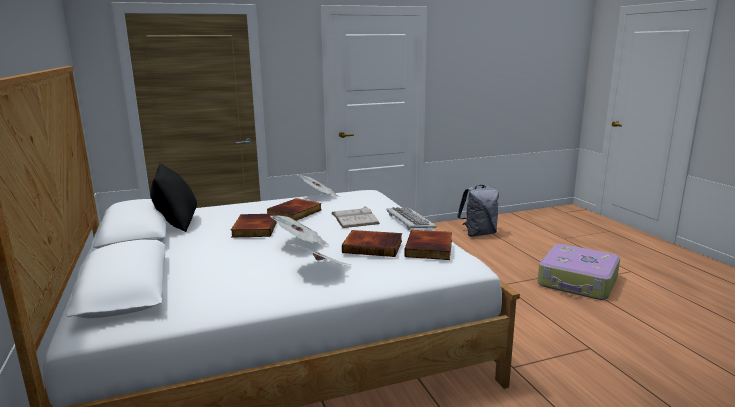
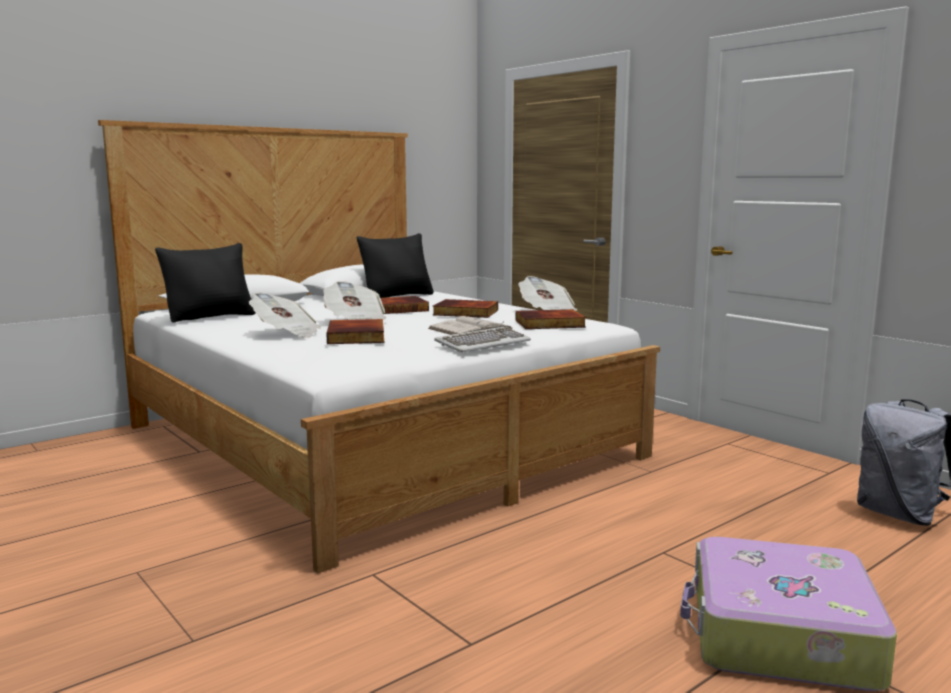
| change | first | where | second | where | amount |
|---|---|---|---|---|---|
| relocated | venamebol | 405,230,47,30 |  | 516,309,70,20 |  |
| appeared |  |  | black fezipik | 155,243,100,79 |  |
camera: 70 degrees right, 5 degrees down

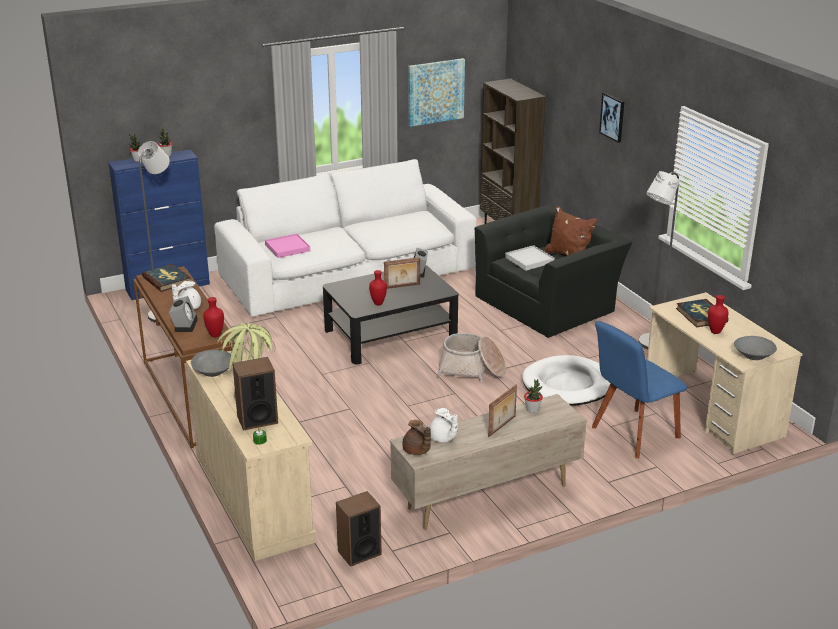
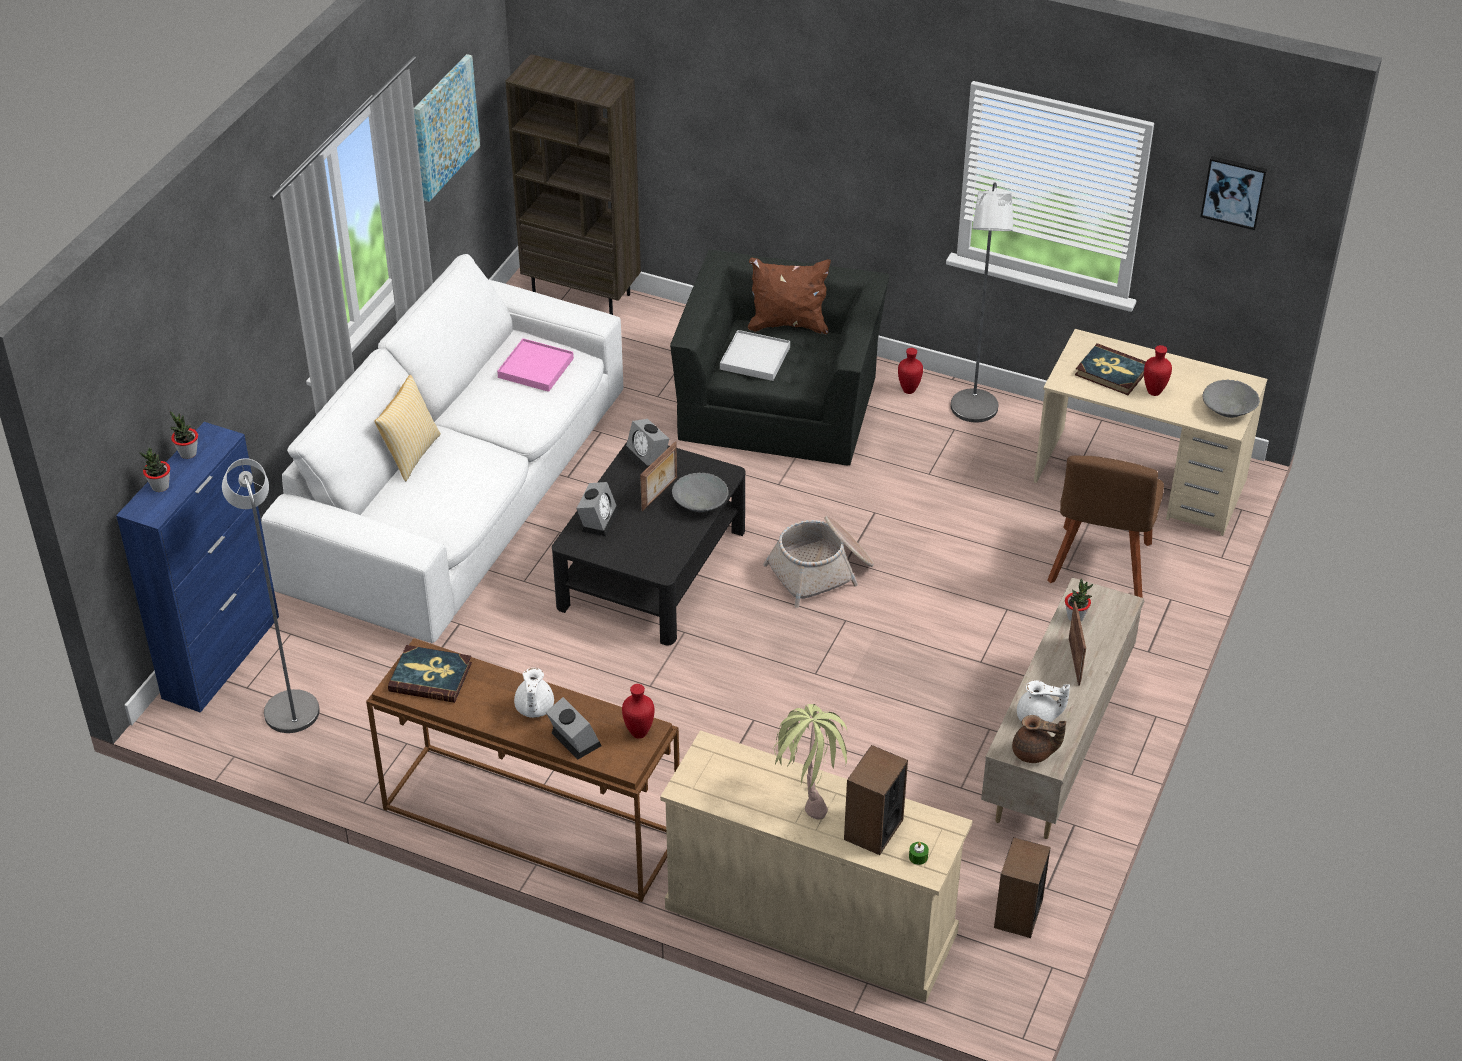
| change | first | where | second | where | amount |
|---|---|---|---|---|---|
| relocated | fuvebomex | 599,93,25,50 |  | 1201,156,66,74 |  |
| relocated | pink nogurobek | 265,234,45,24 |  | 497,338,77,54 |  |
| relocated | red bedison | 369,270,18,35 |  | 898,348,25,46 |  |
| colour | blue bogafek | 592,321,96,137 | brown bogafek | 1047,455,117,143 |  |
| relocated | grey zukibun | 191,350,43,27 |  | 672,473,57,39 |  |
| missing | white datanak | 522,355,88,50 |  |  |  |
| appeared |  |  | fezipik | 374,375,67,107 |  |
| appeared |  |  | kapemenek | 576,482,43,55 |  |
camera: 40 degrees left, 15 degrees up

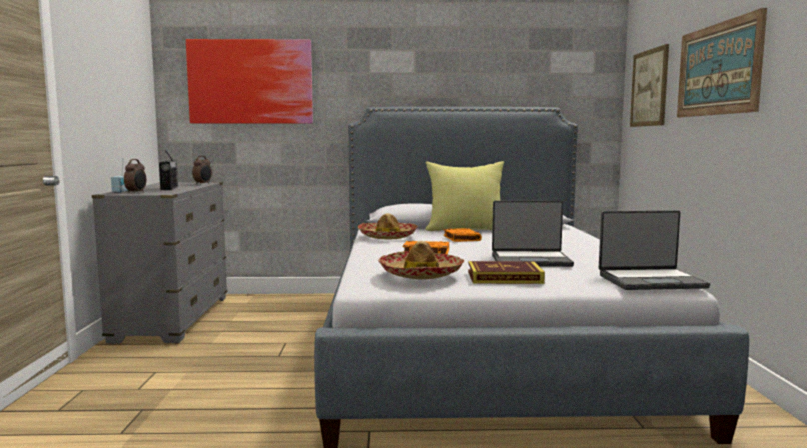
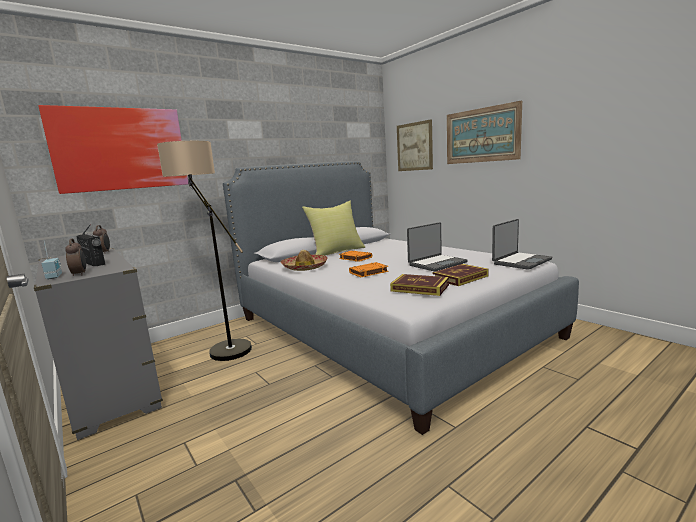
| change | first | where | second | where | amount |
|---|---|---|---|---|---|
| exchanged | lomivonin | 378,241,86,39 | venamebol | 390,274,59,22 |  |
| appeared |  |  | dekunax | 157,141,95,220 |  |
camera: 35 degrees left, 5 degrees up

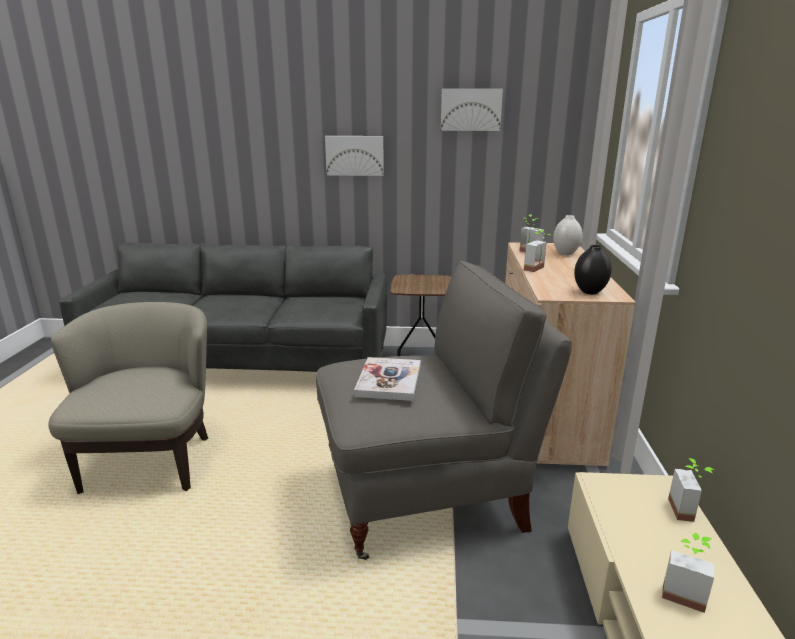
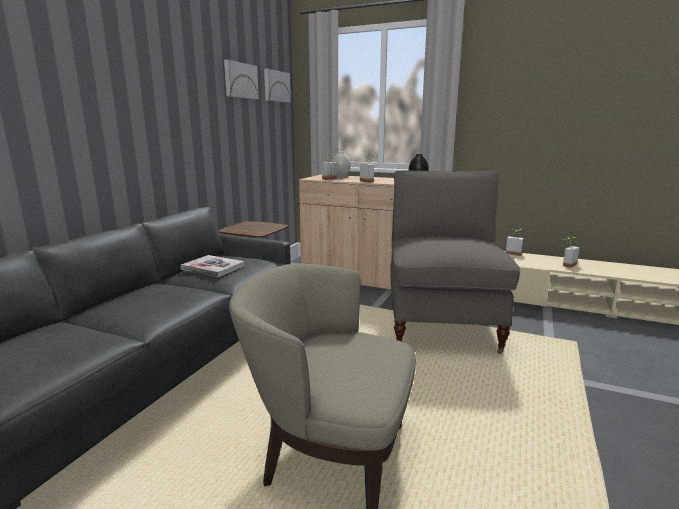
| change | first | where | second | where | amount |
|---|---|---|---|---|---|
| relocated | fuvebomex | 325,136,59,40 |  | 264,69,27,34 |  |
| relocated | venamebol | 354,357,67,44 |  | 180,255,65,22 |  |
camera: 70 degrees left, 5 degrees down

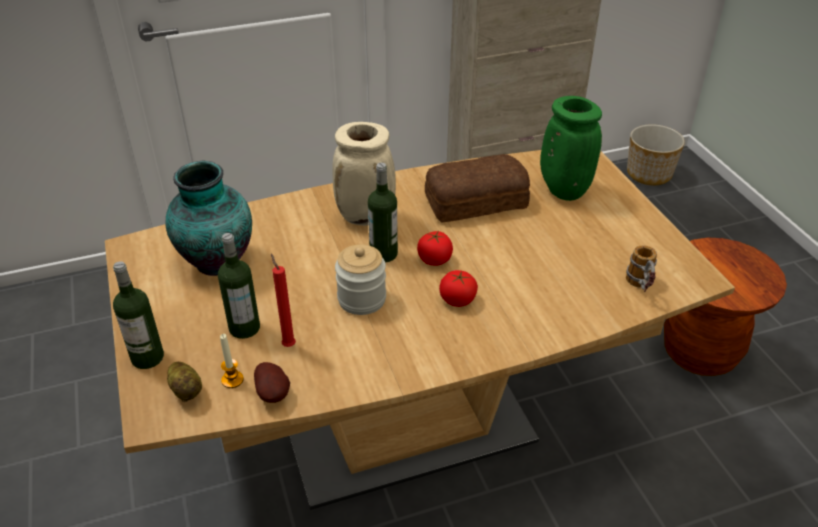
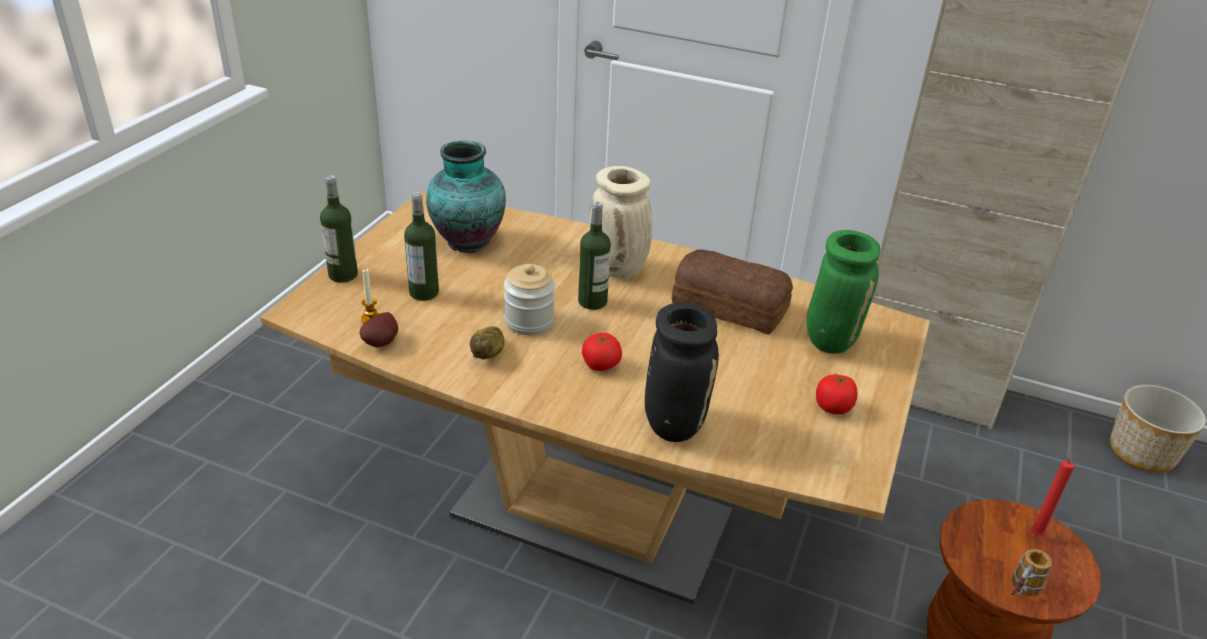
| change | first | where | second | where | amount |
|---|---|---|---|---|---|
| relocated | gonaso | 417,231,36,35 |  | 816,374,42,40 |  |
| relocated | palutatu | 626,245,31,47 |  | 1011,549,41,47 |  |
| relocated | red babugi | 271,254,25,93 |  | 1031,447,43,90 |  |
| relocated | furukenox | 167,362,35,40 |  | 470,326,35,33 |  |
| appeared |  |  | black bedison | 645,303,74,139 |  |
camera: 40 degrees right, 5 degrees down

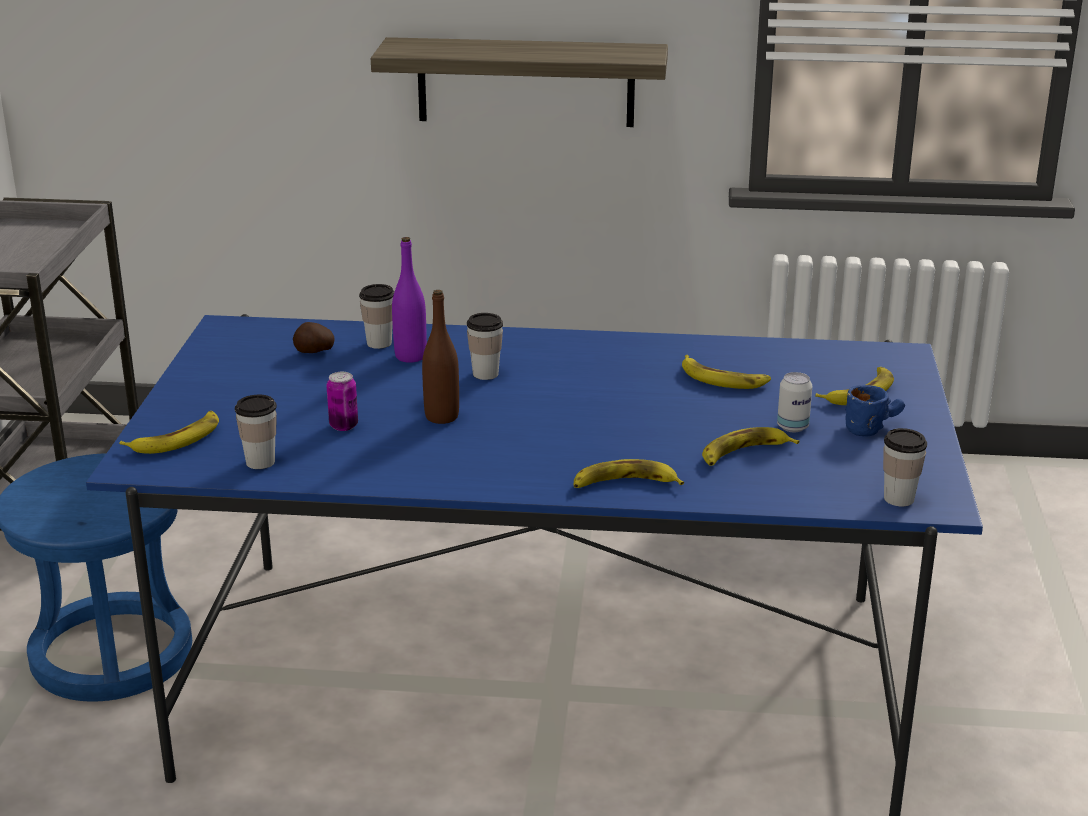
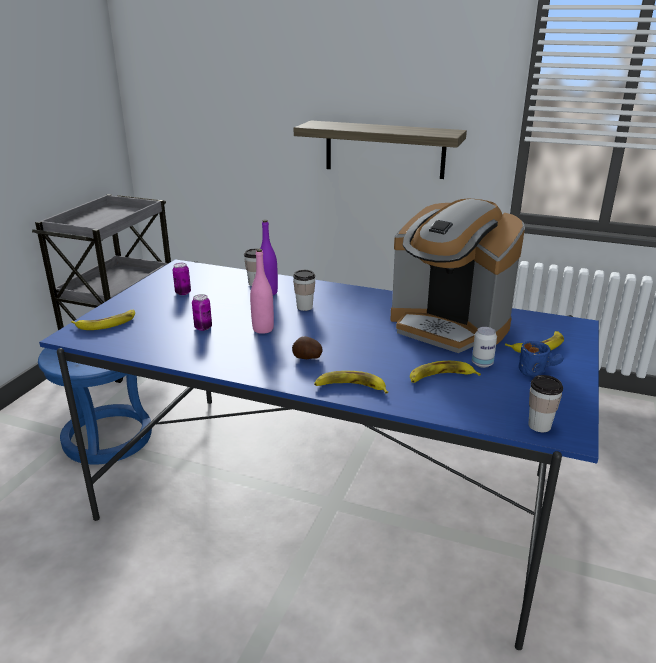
| change | first | where | second | where | amount |
|---|---|---|---|---|---|
| colour | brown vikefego | 422,290,37,134 | pink vikefego | 250,249,24,85 |  |
| relocated | furukenox | 293,322,41,31 |  | 292,336,30,23 |  |
| exchanged | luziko | 682,355,89,34 | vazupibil | 390,199,135,154 |  |
| missing | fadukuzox | 235,395,42,74 |  |  |  |
| appeared |  |  | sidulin | 172,263,19,32 |  |
camera: 15 degrees right, 0 degrees up

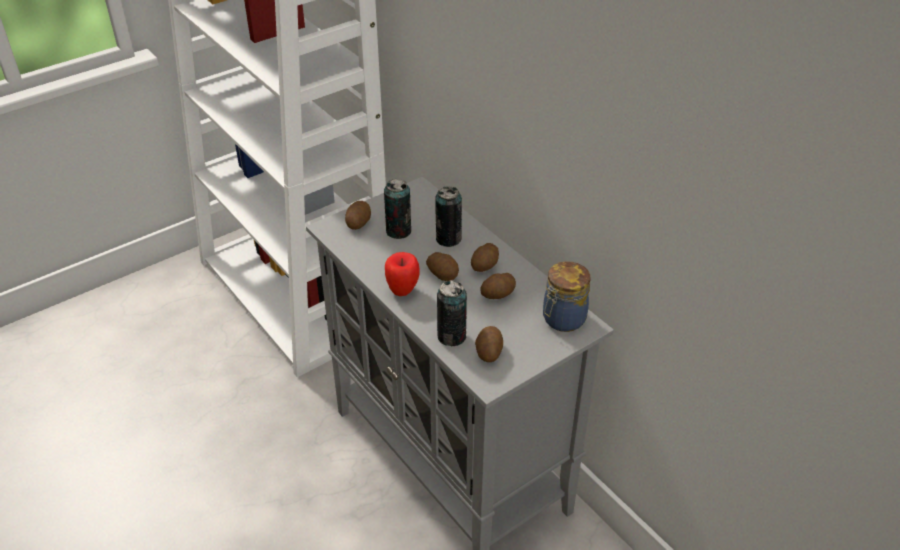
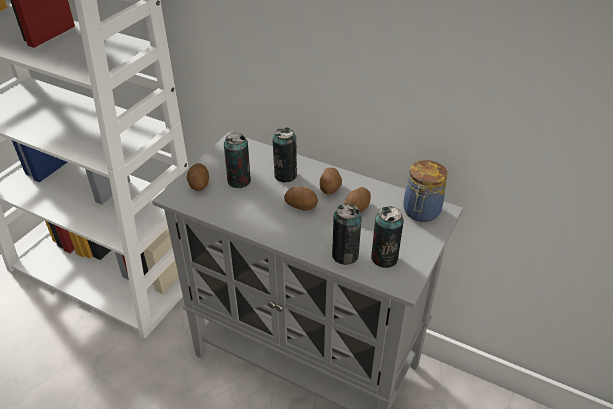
| change | first | where | second | where | amount |
|---|---|---|---|---|---|
| missing | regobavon | 385,252,35,44 |  |  |  |
| exchanged | furukenox | 475,326,28,36 | sidulin | 371,206,33,62 |  |
camera: 25 degrees left, 0 degrees up

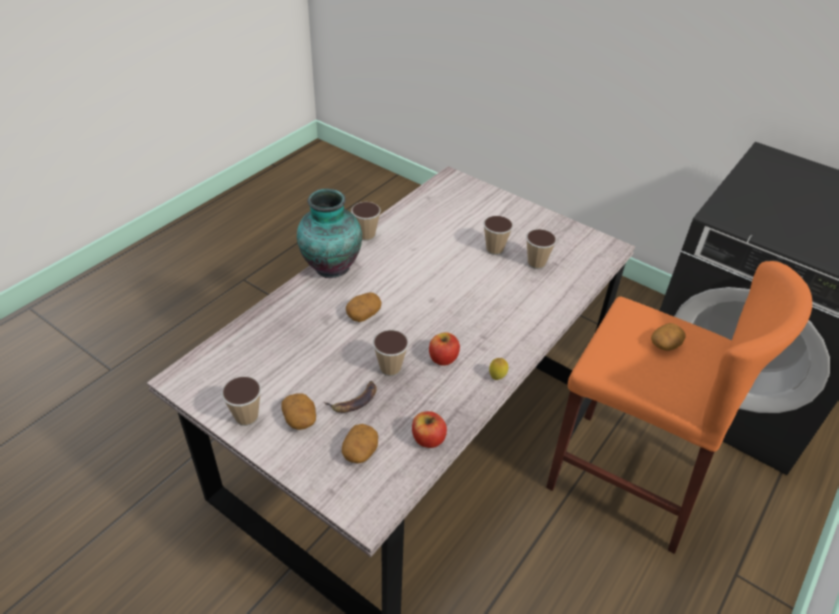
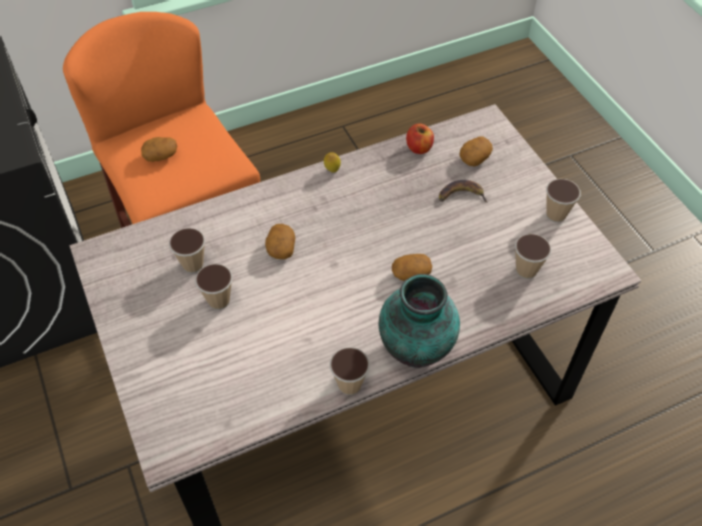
| change | first | where | second | where | amount |
|---|---|---|---|---|---|
| relocated | fadukuzox | 373,330,36,46 |  | 515,234,37,45 |  |
| missing | regobavon | 429,332,31,34 |  |  |  |
| relocated | furukenox | 281,393,35,37 |  | 265,224,30,35 |  |
camera: 150 degrees left, 10 degrees up

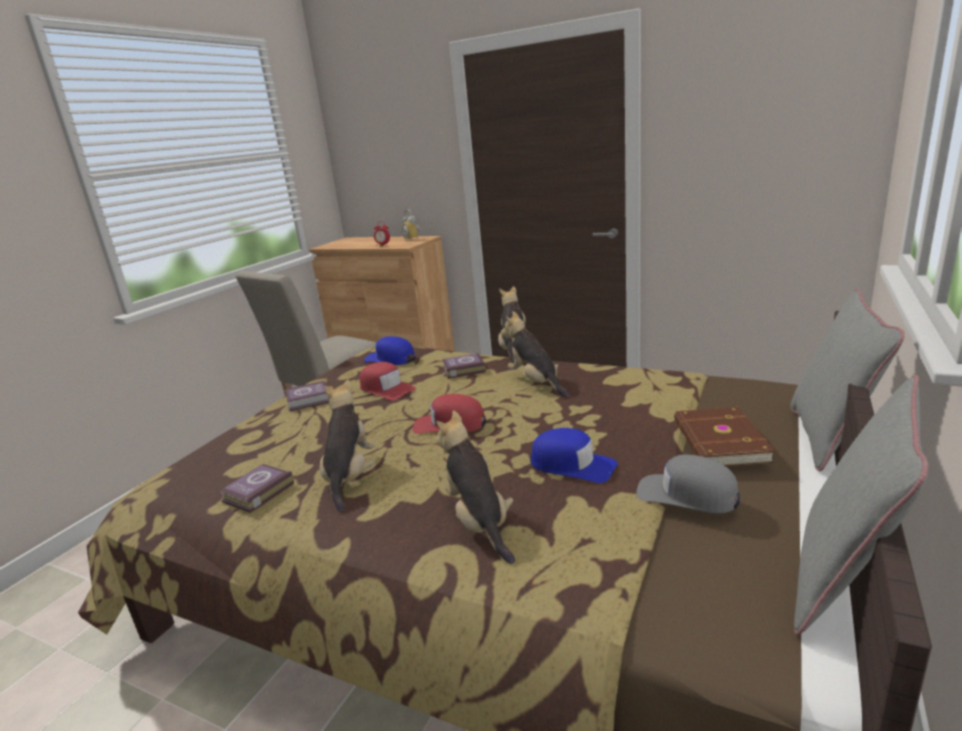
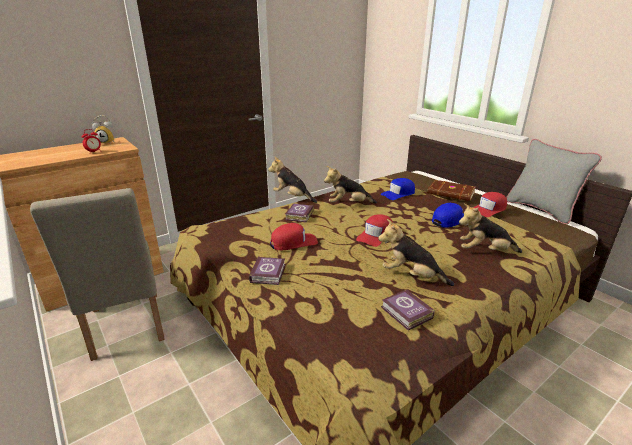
| change | first | where | second | where | amount |
|---|---|---|---|---|---|
| missing | grey fezipik | 790,289,115,182 |  |  |  |
| relocated | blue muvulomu | 364,336,52,29 |  | 380,178,35,22 |  |
| colour | grey muvulomu | 636,454,104,59 | red muvulomu | 473,192,34,25 |  |
camera: 65 degrees left, 5 degrees up

